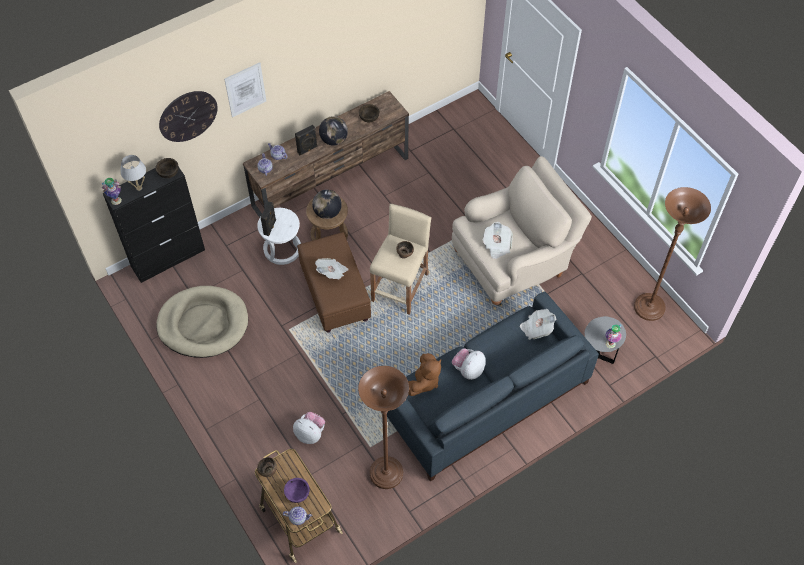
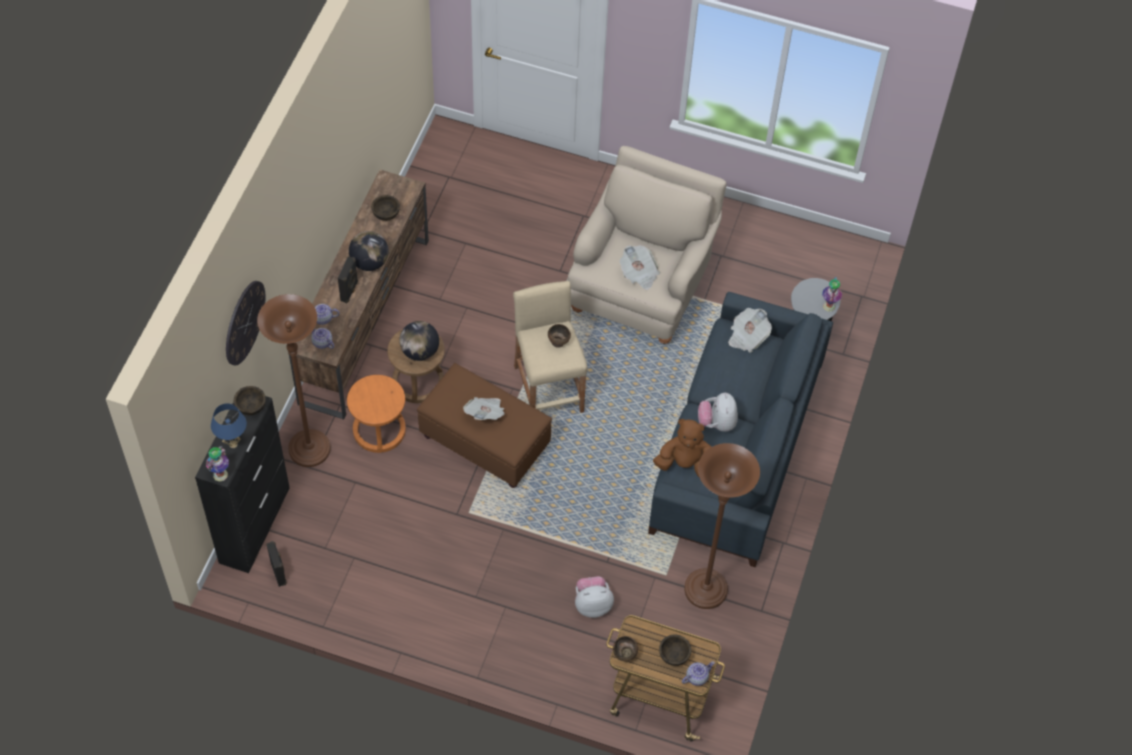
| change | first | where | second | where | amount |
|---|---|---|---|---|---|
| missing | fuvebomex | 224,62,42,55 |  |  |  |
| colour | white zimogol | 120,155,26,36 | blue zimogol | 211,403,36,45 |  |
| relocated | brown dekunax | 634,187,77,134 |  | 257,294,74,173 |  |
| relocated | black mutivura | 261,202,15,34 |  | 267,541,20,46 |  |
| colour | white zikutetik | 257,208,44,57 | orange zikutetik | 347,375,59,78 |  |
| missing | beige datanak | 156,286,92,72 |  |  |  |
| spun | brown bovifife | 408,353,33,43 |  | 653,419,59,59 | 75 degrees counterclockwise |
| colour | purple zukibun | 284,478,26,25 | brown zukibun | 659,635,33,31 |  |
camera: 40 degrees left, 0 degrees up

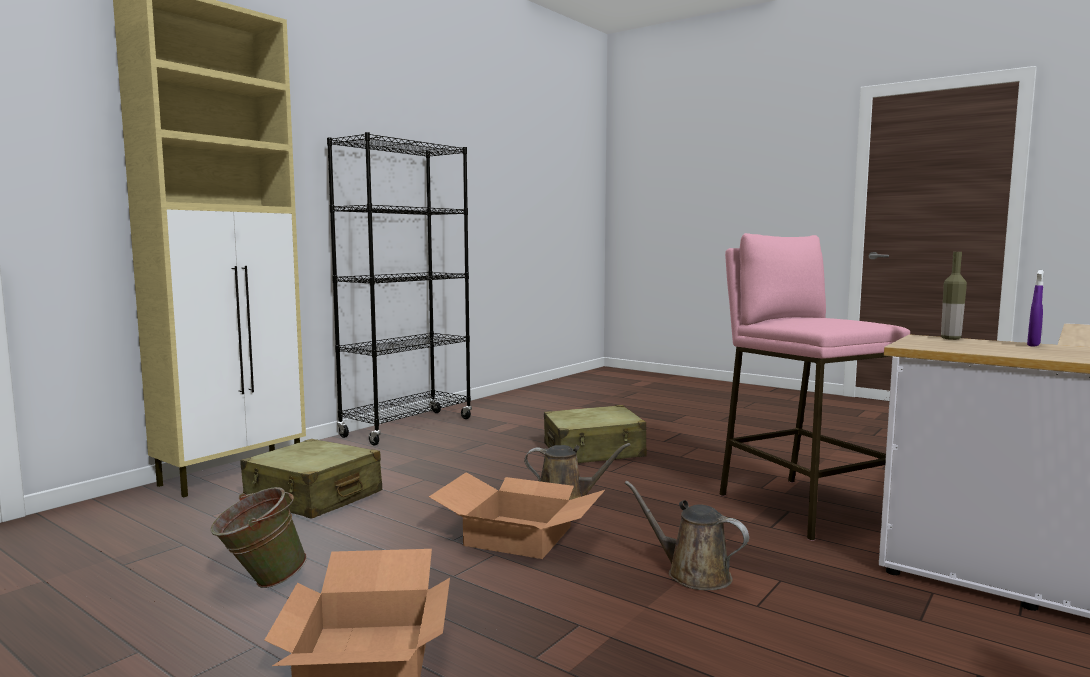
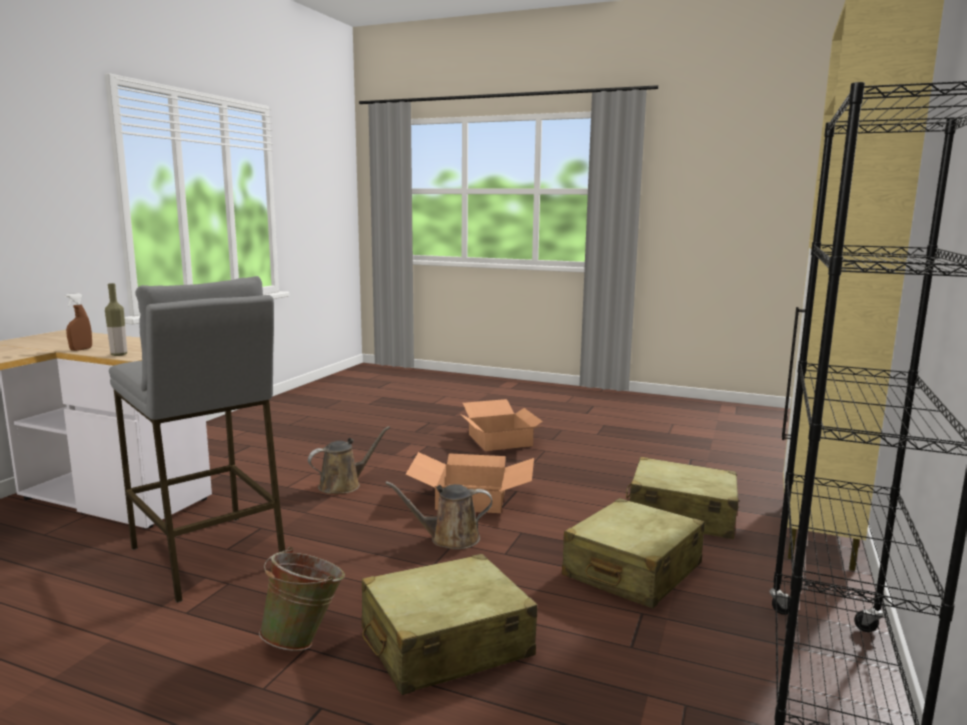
| change | first | where | second | where | amount |
|---|---|---|---|---|---|
| colour | pink zikutetik | 719,233,191,308 | grey zikutetik | 109,276,176,327 |  |
| colour | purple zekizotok | 1027,269,17,78 | brown zekizotok | 65,293,27,58 |  |
| spun | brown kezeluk | 625,481,124,109 |  | 308,426,82,68 | 60 degrees counterclockwise |
| relocated | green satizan | 211,487,96,101 |  | 259,547,86,104 |  |
| appeared |  |  | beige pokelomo | 562,498,143,110 |  |
camera: 165 degrees right, 5 degrees up

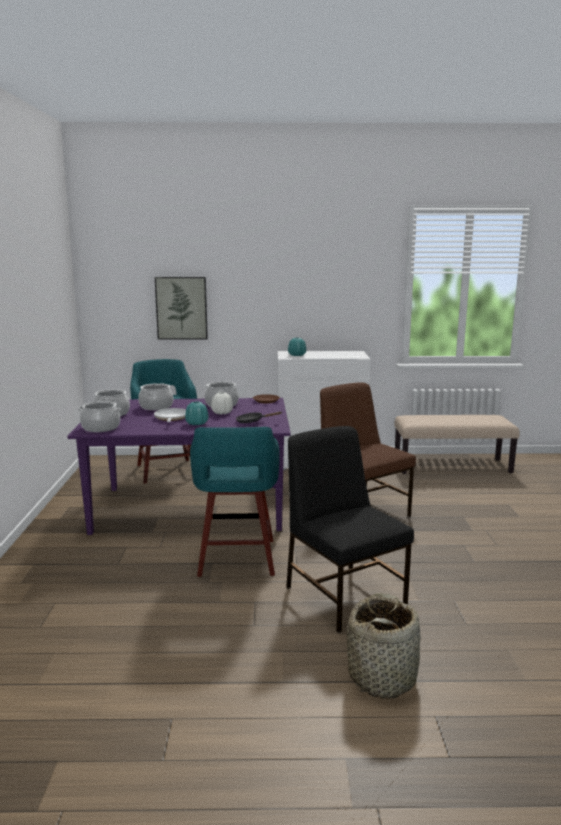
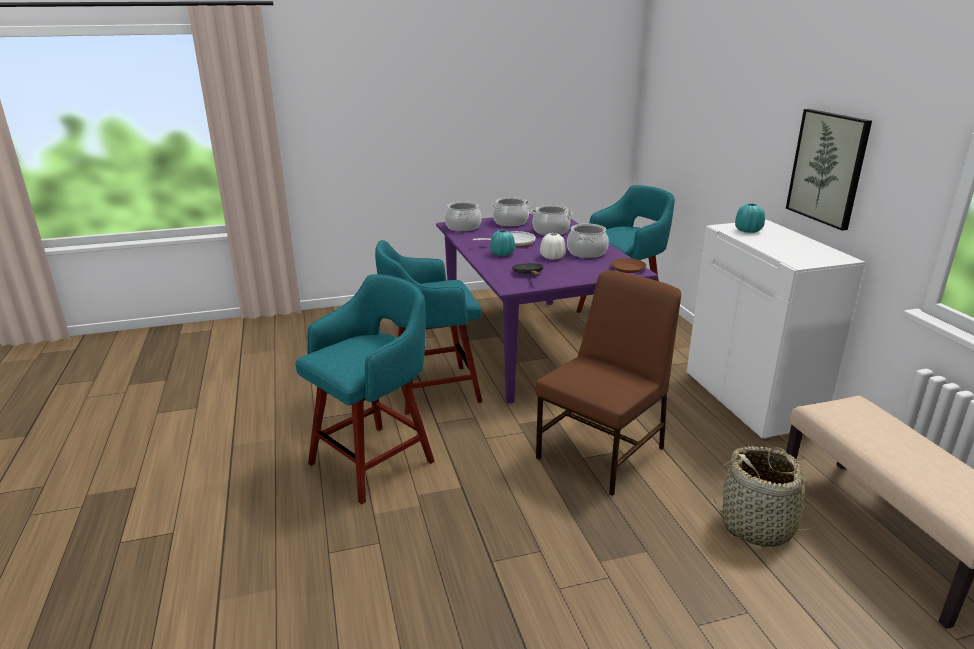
| change | first | where | second | where | amount |
|---|---|---|---|---|---|
| relocated | fuvebomex | 155,277,53,63 |  | 786,109,86,122 |  |
| exchanged | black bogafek | 286,426,128,207 | turquoise zikutetik | 295,274,140,230 |  |
| relocated | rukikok | 347,593,73,106 |  | 713,446,108,101 |  |
camera: 75 degrees right, 10 degrees up

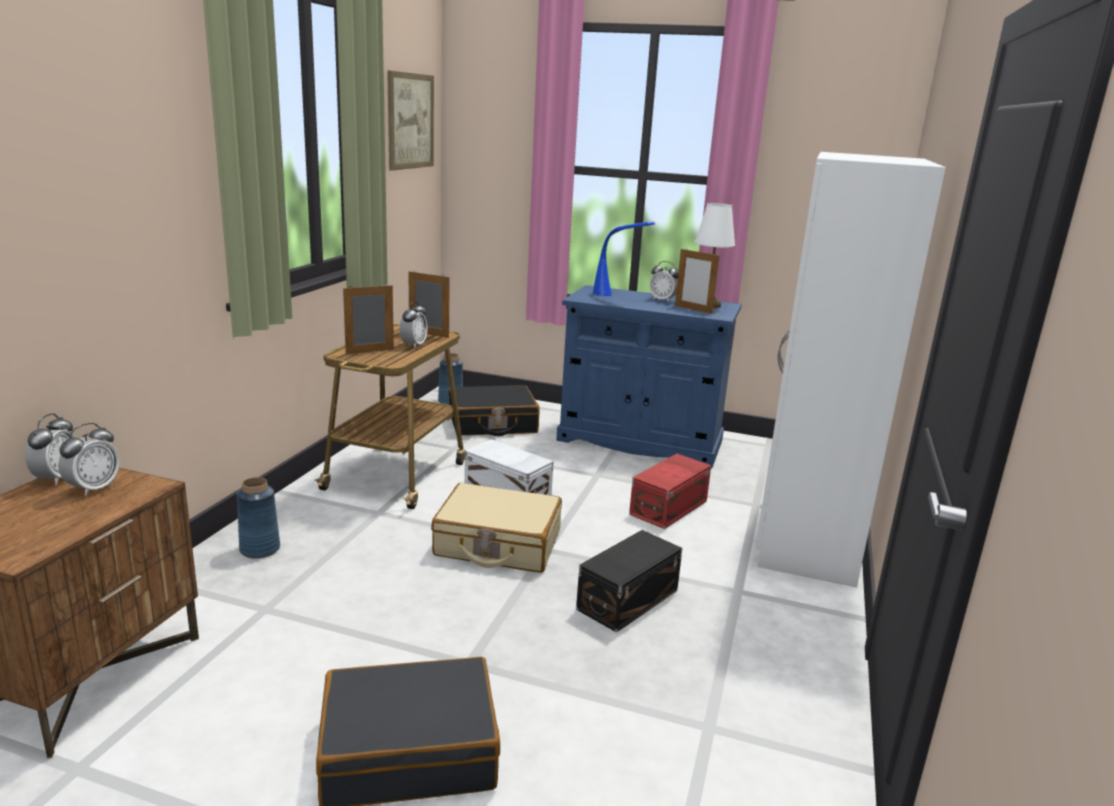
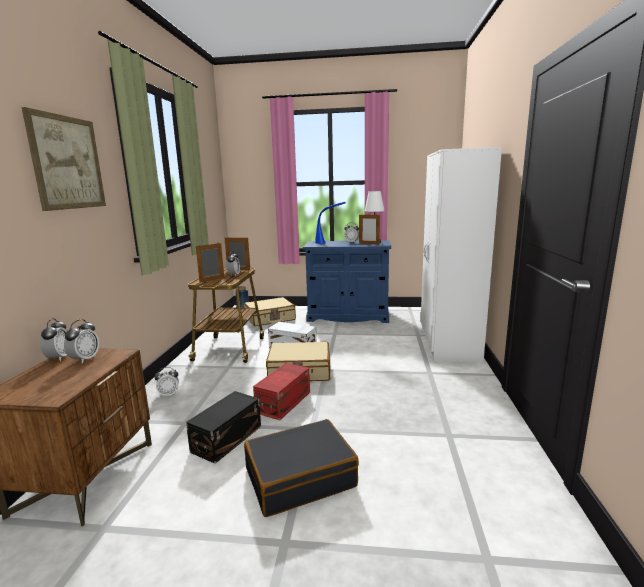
| change | first | where | second | where | amount |
|---|---|---|---|---|---|
| relocated | fuvebomex | 387,71,47,100 |  | 22,107,84,104 |  |
| colour | black pokelomo | 449,385,91,51 | beige pokelomo | 244,297,52,29 |  |
| relocated | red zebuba | 629,454,82,75 |  | 253,363,57,57 |  |
| exchanged | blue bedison | 237,477,43,82 | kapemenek | 154,367,25,30 |  |
| relocated | black zebuba | 576,530,106,102 |  | 186,391,75,73 |  |
camera: 10 degrees left, 5 degrees down

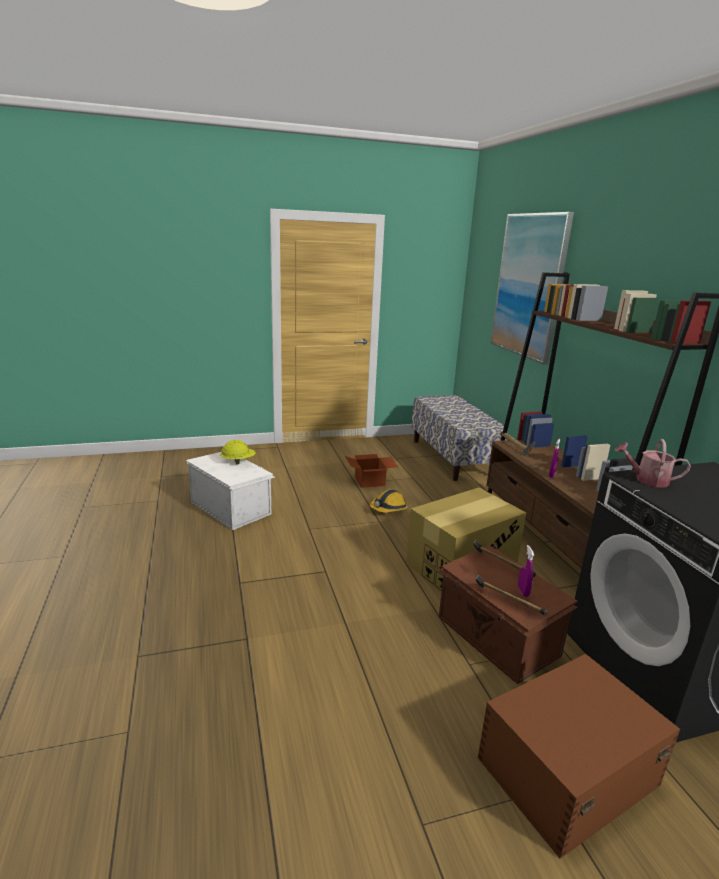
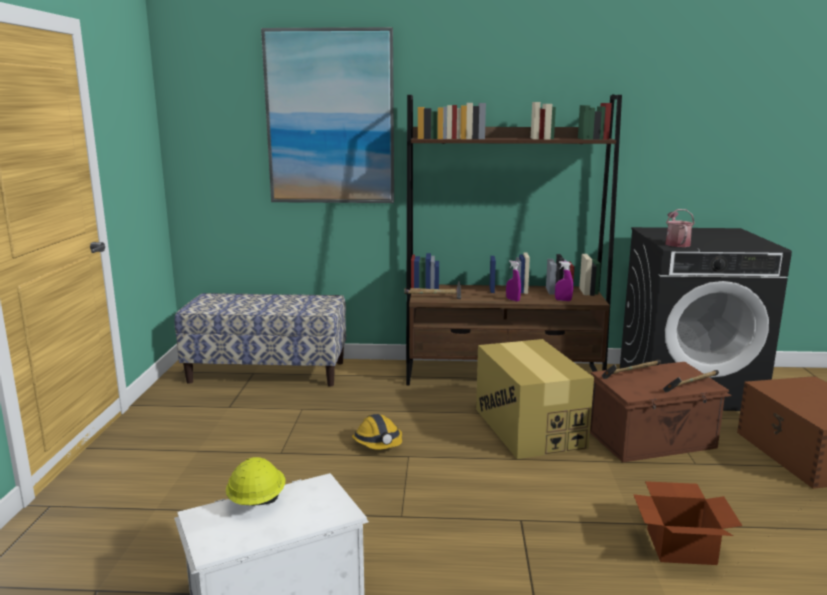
| change | first | where | second | where | amount |
|---|---|---|---|---|---|
| spun | kezeluk | 615,439,76,49 |  | 665,209,30,38 | 150 degrees clockwise |
| relocated | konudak | 345,454,53,34 |  | 633,481,109,84 |  |
| relocated | purple zekizotok | 518,545,17,52 |  | 555,261,18,40 |  |
camera: 70 degrees left, 5 degrees down

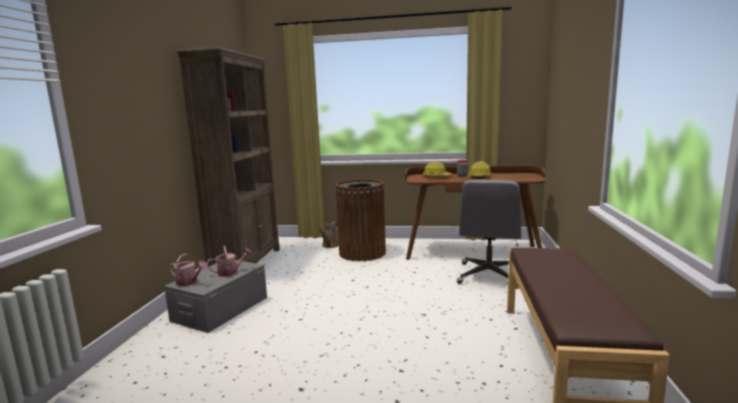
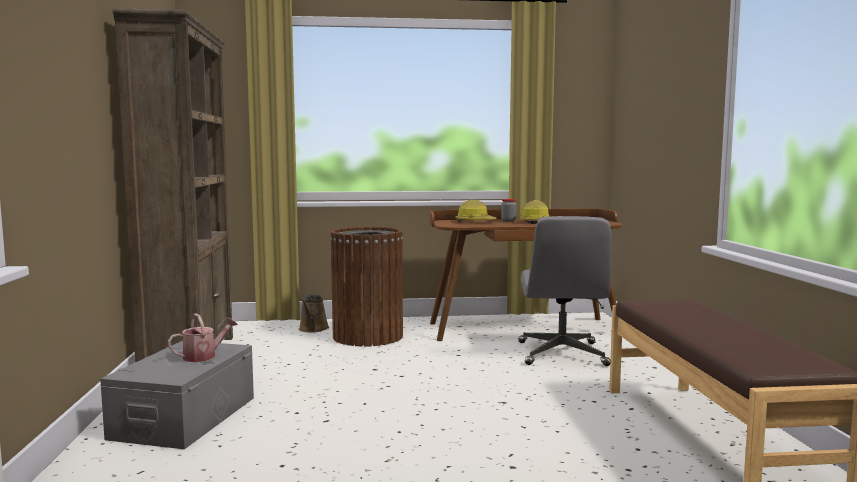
| change | first | where | second | where | amount |
|---|---|---|---|---|---|
| missing | kezeluk | 169,254,39,32 |  |  |  |
camera: 15 degrees left, 5 degrees down

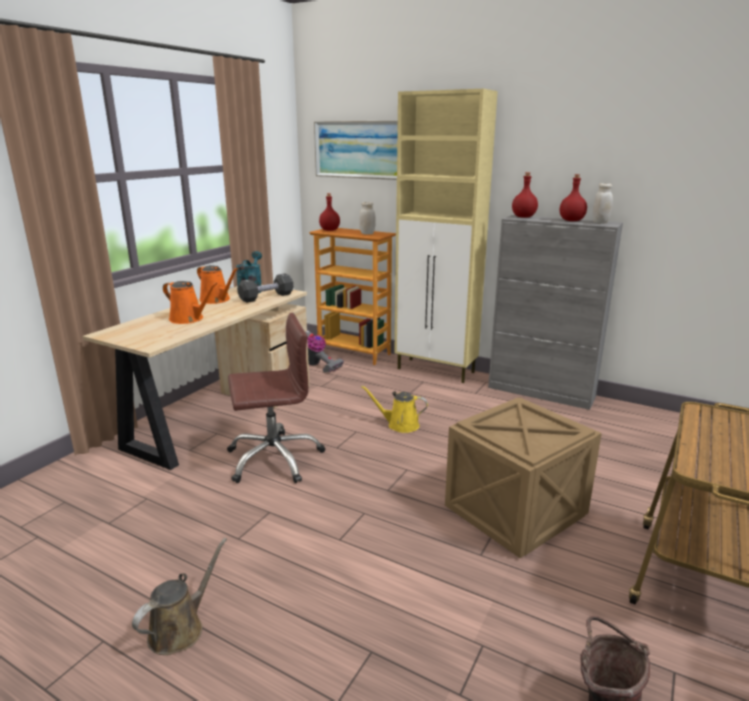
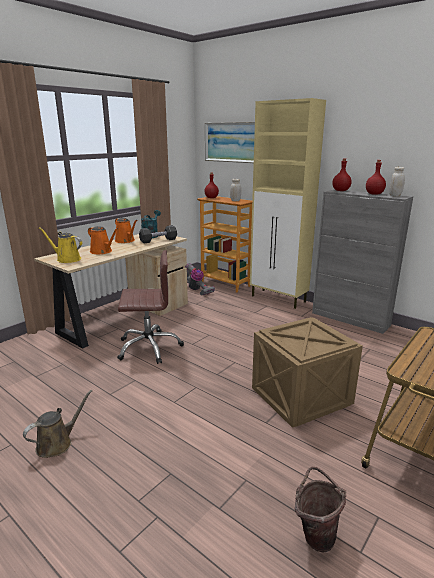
| change | first | where | second | where | amount |
|---|---|---|---|---|---|
| relocated | yellow kezeluk | 361,386,67,47 |  | 39,227,43,36 |  |
camera: 10 degrees right, 0 degrees up

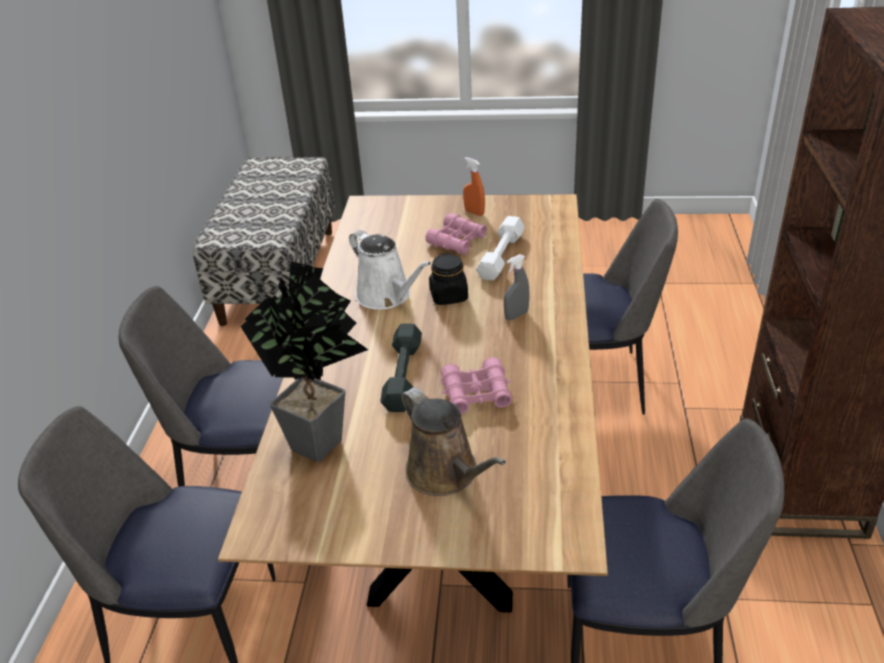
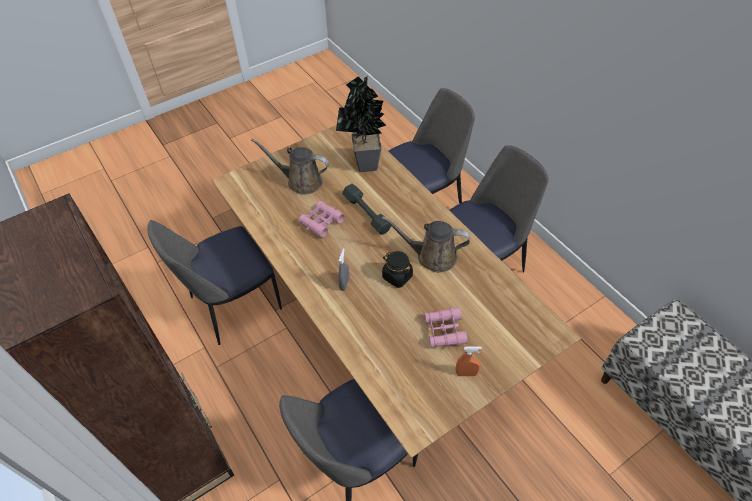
| change | first | where | second | where | amount |
|---|---|---|---|---|---|
| missing | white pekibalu | 476,216,49,64 |  |  |  |
| colour | white kezeluk | 349,230,82,80 | brown kezeluk | 382,216,88,56 |  |
camera: 140 degrees right, 15 degrees up

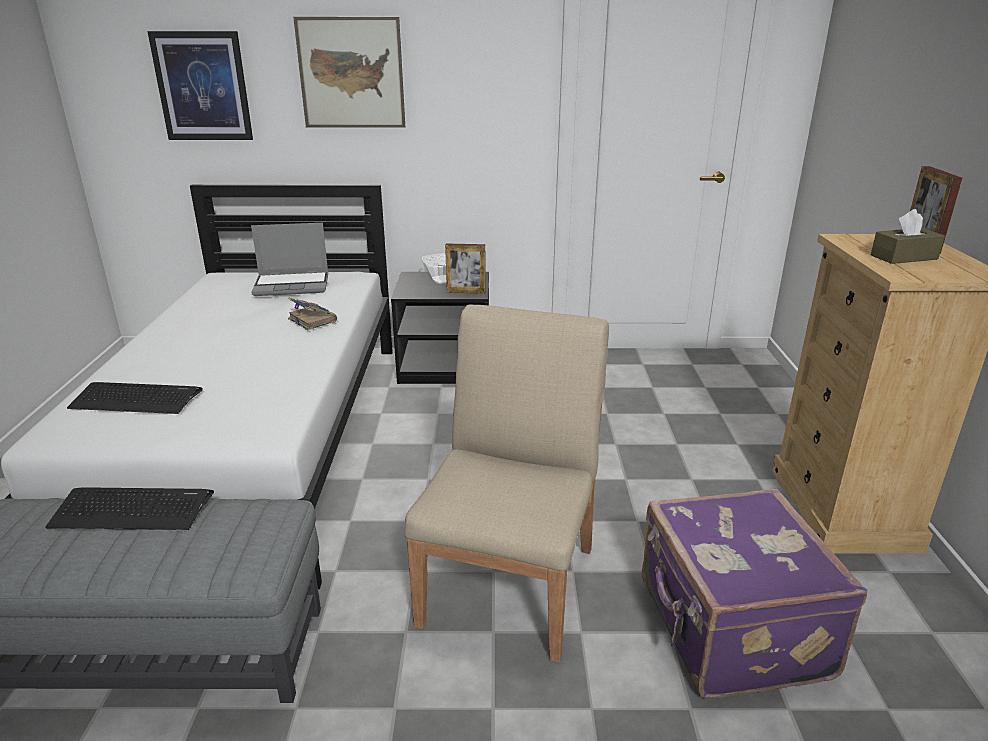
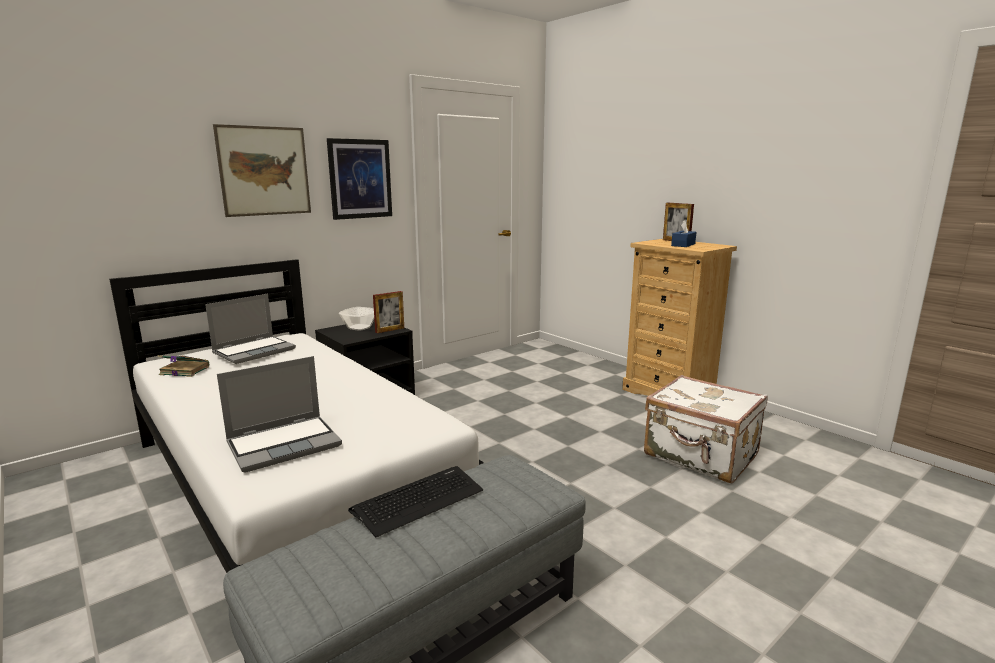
| change | first | where | second | where | amount |
|---|---|---|---|---|---|
| relocated | fuvebomex | 147,31,106,109 |  | 327,138,65,82 |  |
| colour | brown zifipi | 871,209,74,55 | blue zifipi | 671,220,25,27 |  |
| relocated | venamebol | 288,297,49,34 |  | 158,355,51,22 |  |
| missing | beige bogafek | 405,305,204,358 |  |  |  |
| exchanged | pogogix | 67,382,136,32 | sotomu | 217,356,125,117 |  |
| colour | purple pokelomo | 642,489,225,209 | white pokelomo | 644,375,124,108 |  |
camera: 40 degrees left, 10 degrees down

